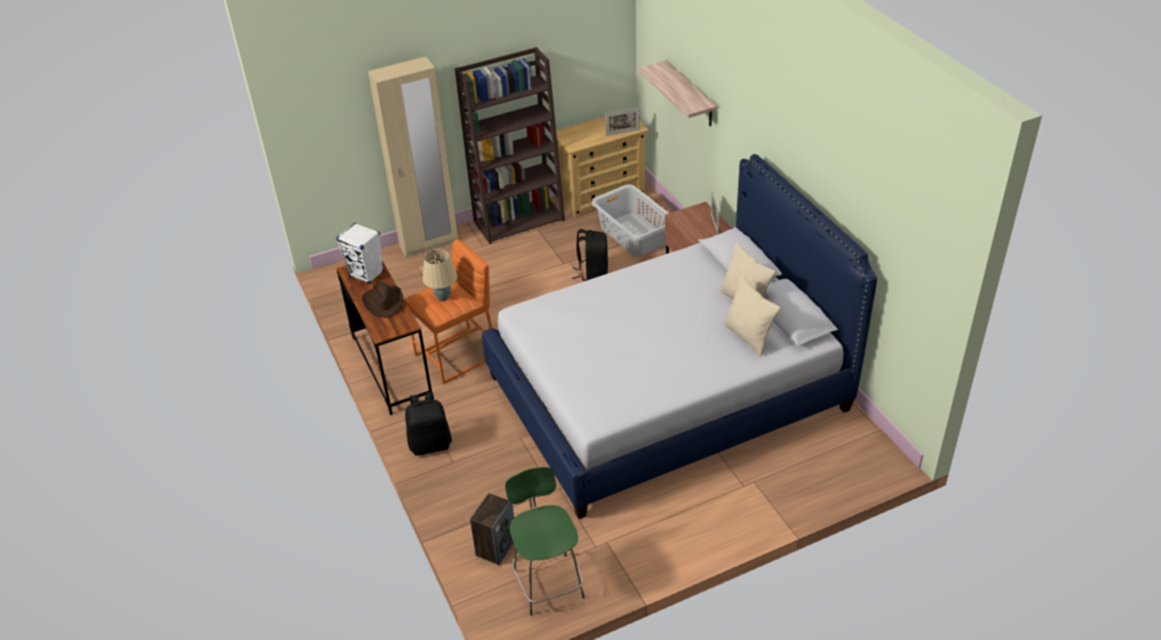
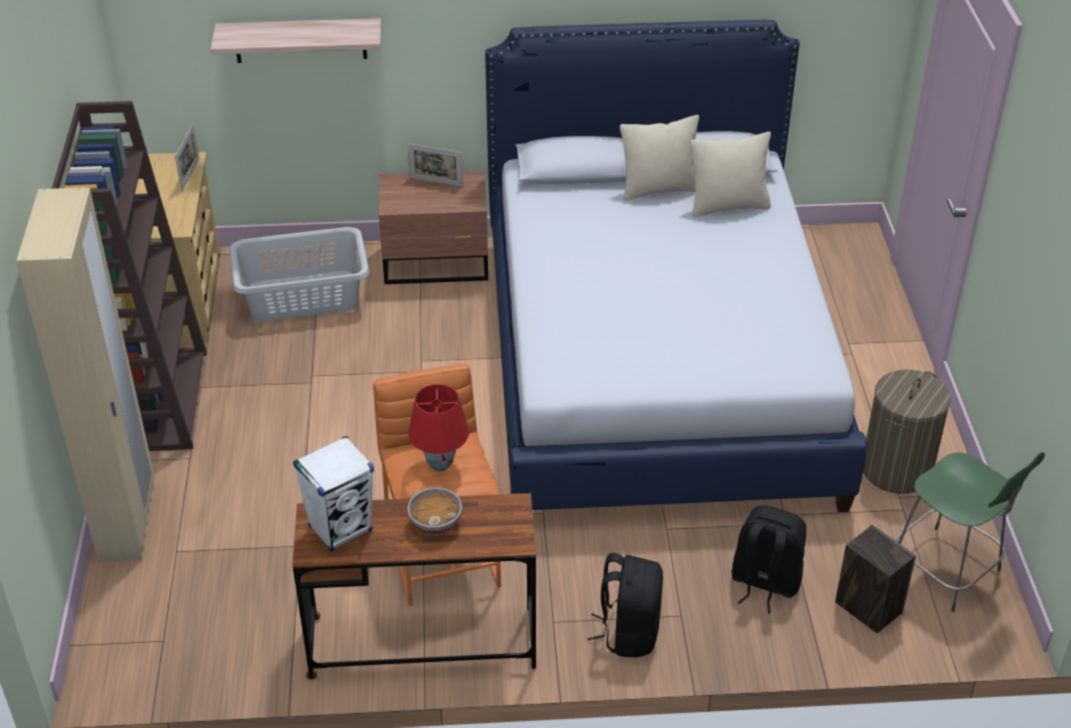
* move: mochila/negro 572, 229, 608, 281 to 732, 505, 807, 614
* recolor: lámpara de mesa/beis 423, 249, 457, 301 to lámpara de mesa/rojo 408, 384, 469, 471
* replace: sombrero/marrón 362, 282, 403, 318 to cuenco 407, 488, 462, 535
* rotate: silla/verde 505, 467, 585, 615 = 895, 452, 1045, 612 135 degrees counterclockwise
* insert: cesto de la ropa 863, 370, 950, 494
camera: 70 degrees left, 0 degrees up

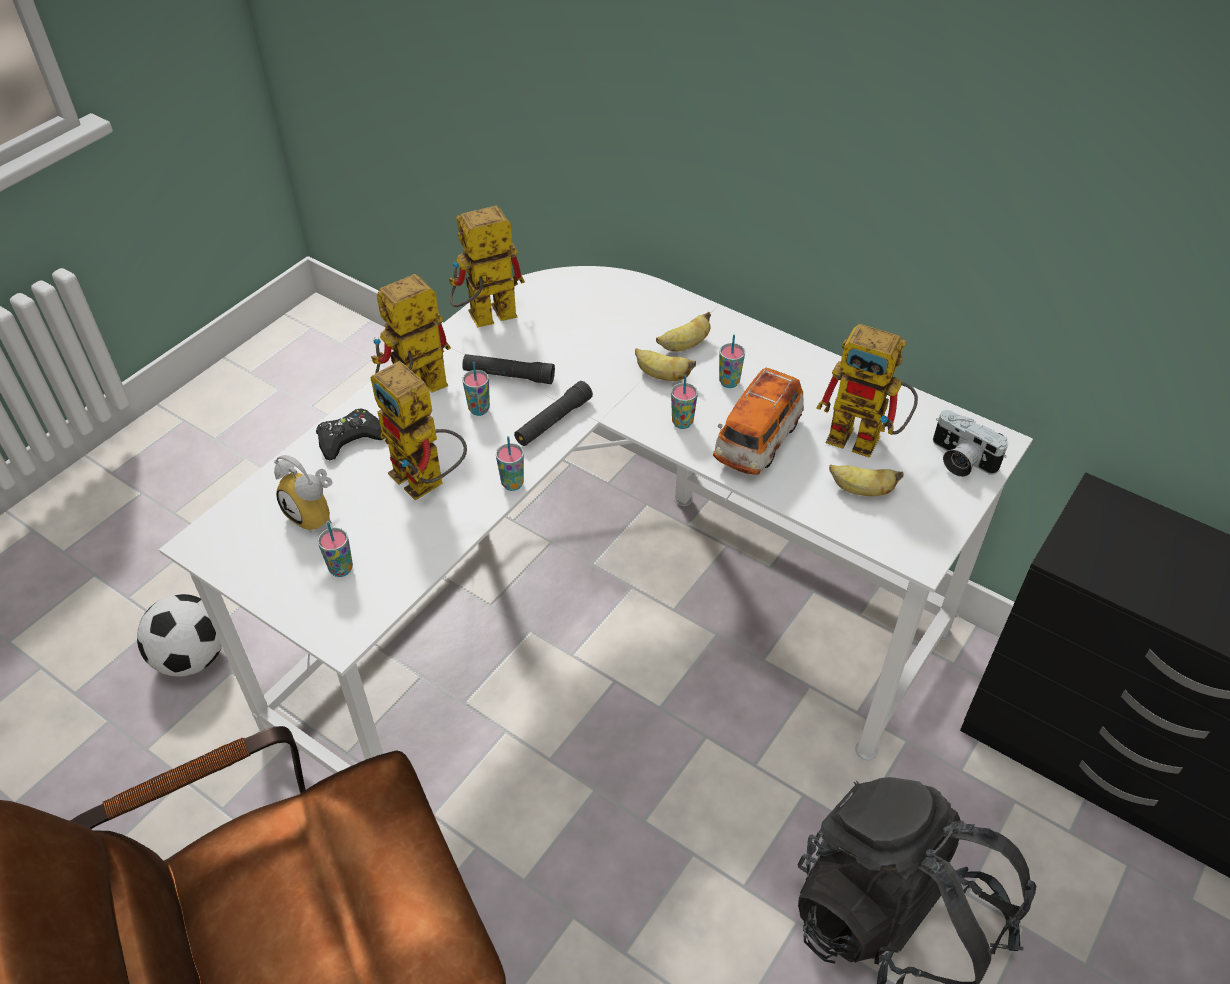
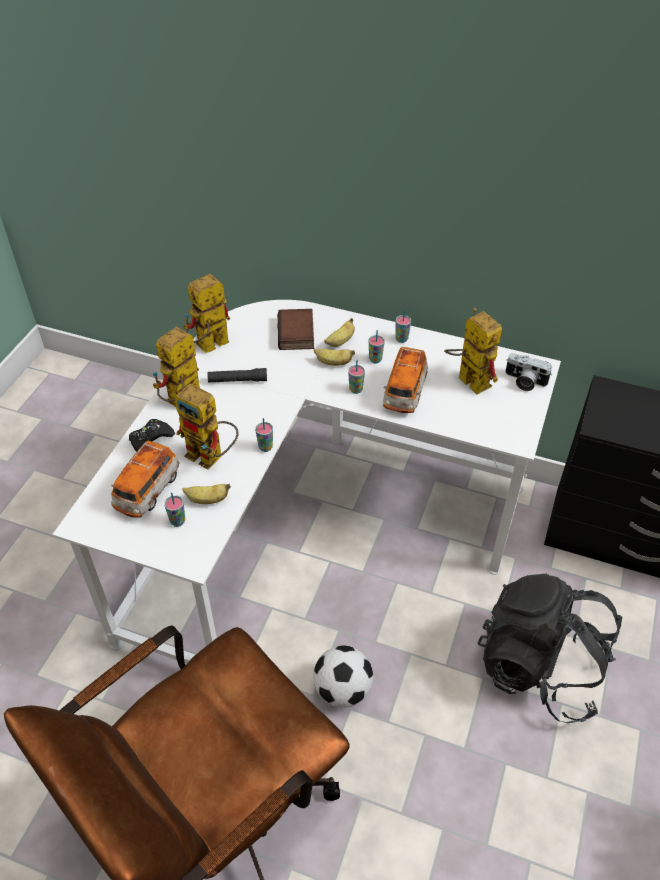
* rotate: robot de juguete 816, 324, 918, 458 = 444, 308, 502, 395 135 degrees counterclockwise
* move: taza 462, 362, 490, 416 to 396, 310, 411, 343
* delete: linterna/negro 514, 381, 593, 446
* replace: despertador 274, 455, 333, 532 to coche de juguete 111, 441, 180, 518
* move: plátano 829, 464, 903, 496 to 182, 484, 231, 504
* move: balón de fútbol 137, 594, 222, 677 to 313, 645, 373, 708
* insert: libro 277, 309, 314, 350
camera: 15 degrees left, 0 degrees up

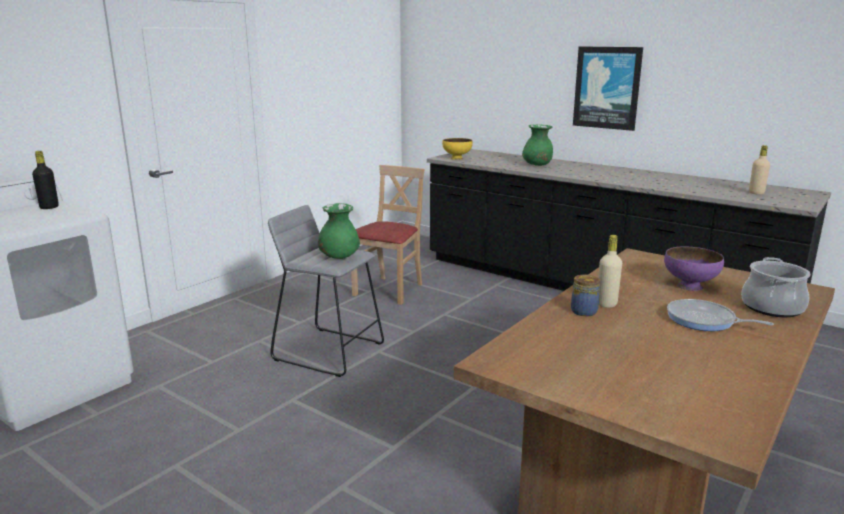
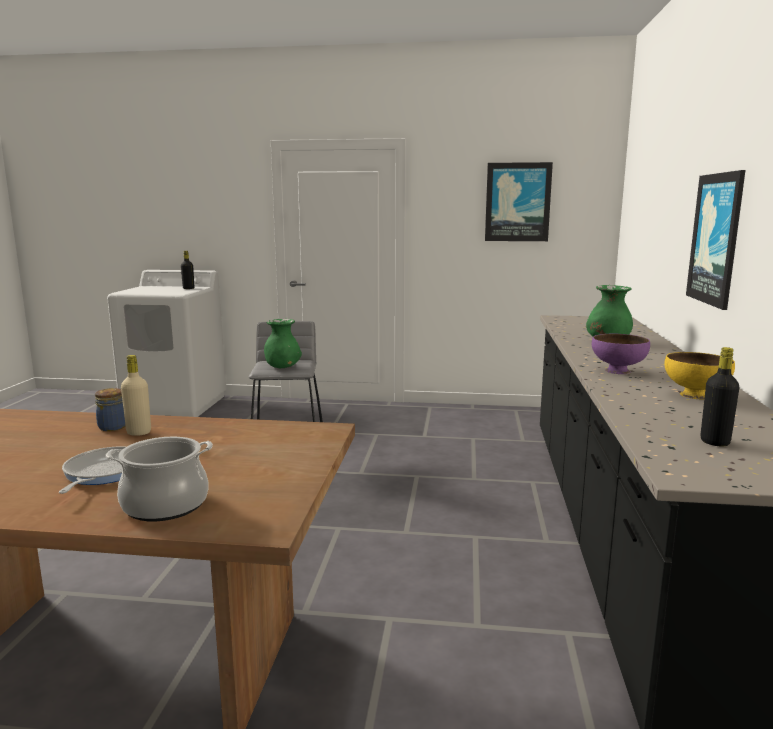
* move: cuenco/amarillo 442, 138, 473, 160 to 664, 352, 735, 399
* recolor: botella/beis 749, 145, 770, 194 to botella/negro 700, 347, 740, 446
* delete: silla/beis 351, 165, 425, 305
* move: cuenco/morado 664, 246, 724, 291 to 592, 334, 650, 374
* insert: cuadro 485, 162, 553, 241
camera: 60 degrees right, 5 degrees down

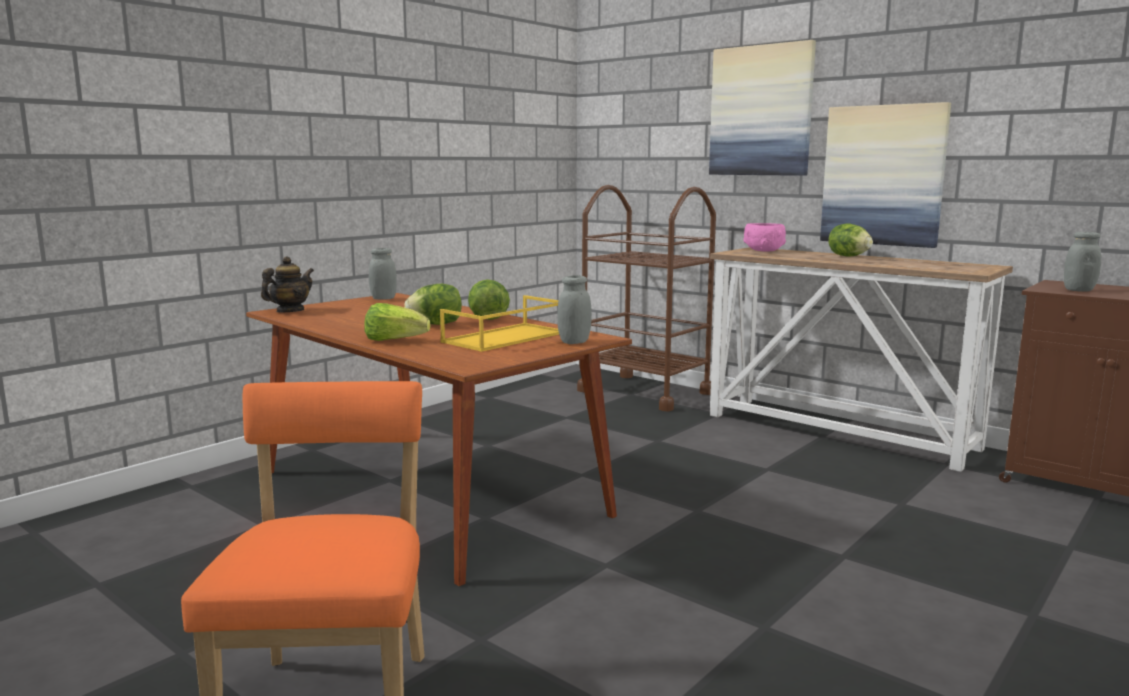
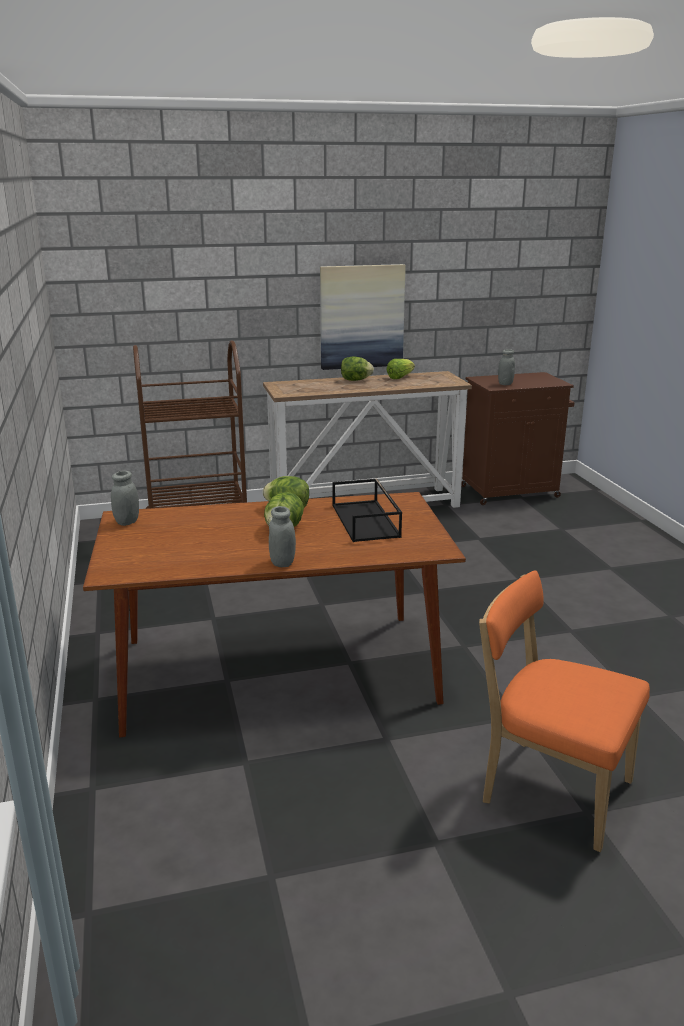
* delete: cuadro 709, 40, 816, 176
* delete: cuenco/rosa 743, 223, 786, 251
* delete: tetera 261, 256, 314, 312
* move: tarro/gris 557, 275, 592, 344 to 269, 506, 296, 567
* recolor: bandeja/amarillo 440, 295, 559, 352 to bandeja/negro 332, 479, 402, 542
* move: lechuga 364, 303, 430, 341 to 386, 359, 415, 379
camera: 55 degrees left, 10 degrees up

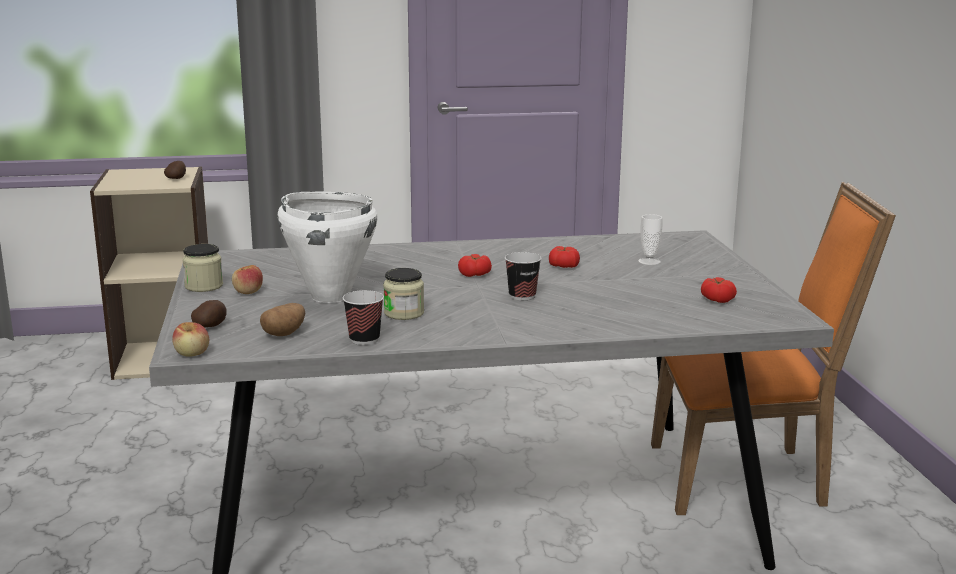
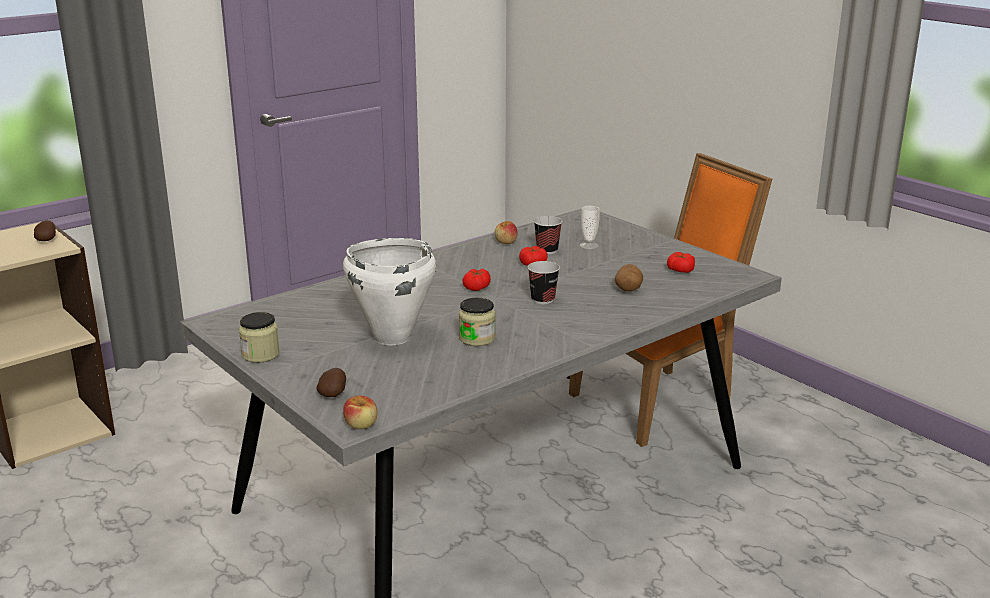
* move: manzana 232, 265, 263, 294 to 495, 221, 518, 244
* move: taza 343, 290, 384, 345 to 534, 216, 562, 254
* move: patata 260, 303, 305, 336 to 615, 264, 643, 292
camera: 30 degrees left, 5 degrees up

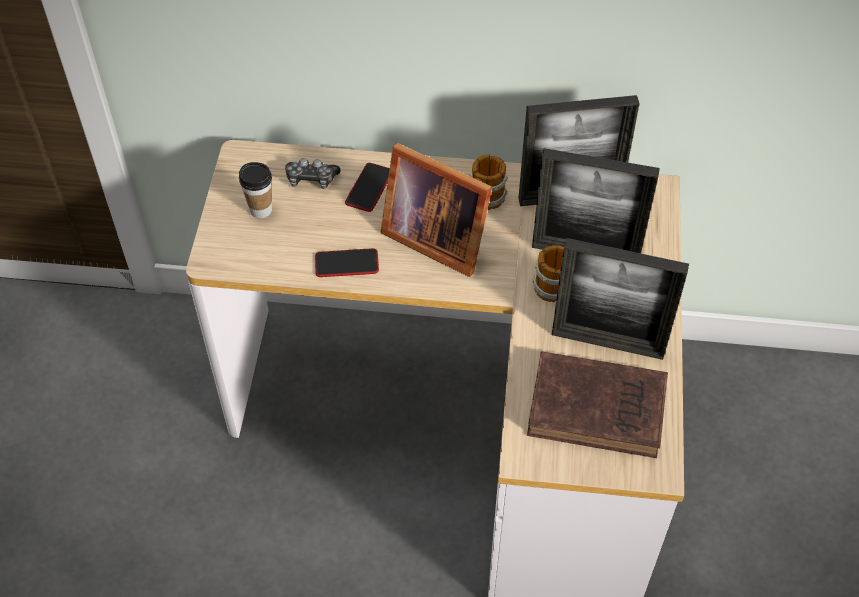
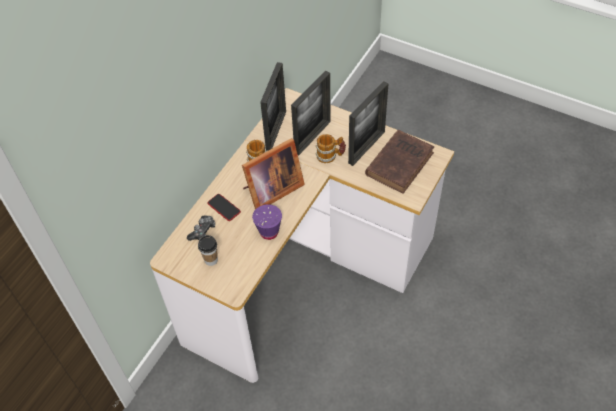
* replace: móvil 315, 248, 379, 277 to taza/morado 252, 204, 282, 240
camera: 65 degrees left, 0 degrees up

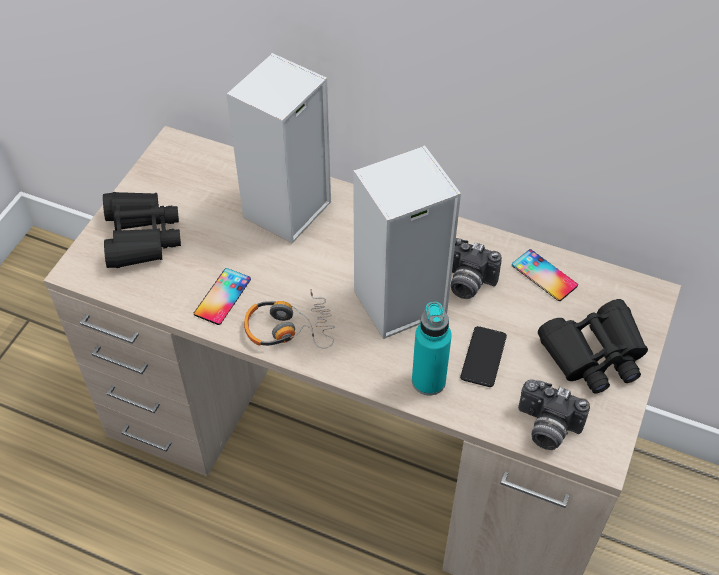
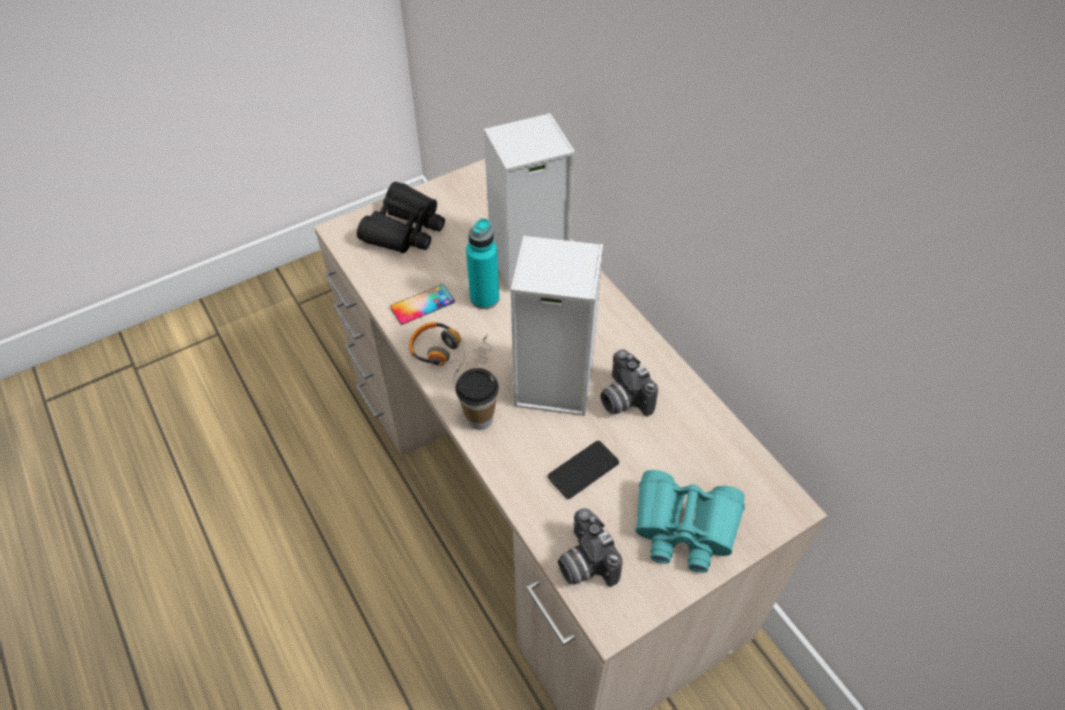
* delete: móvil 512, 249, 578, 301
* recolor: prismáticos/negro 538, 299, 648, 394 to prismáticos/turquesa 635, 470, 745, 573
* move: botella/turquesa 412, 302, 452, 396 to 466, 218, 499, 309
* insert: taza 455, 368, 499, 430
camera: 35 degrees right, 0 degrees up

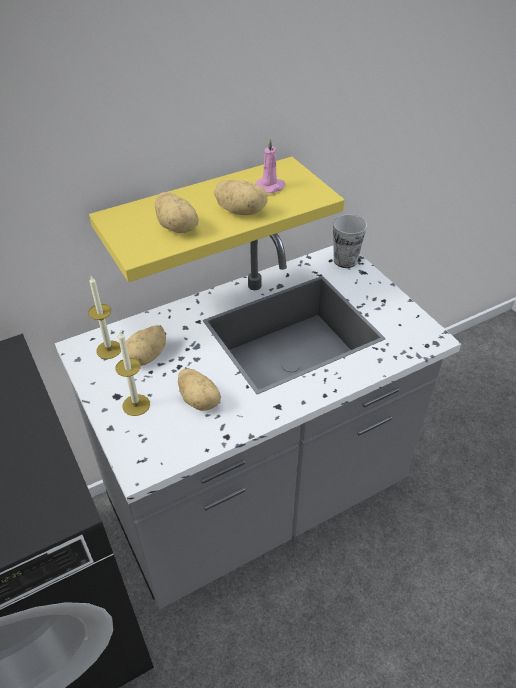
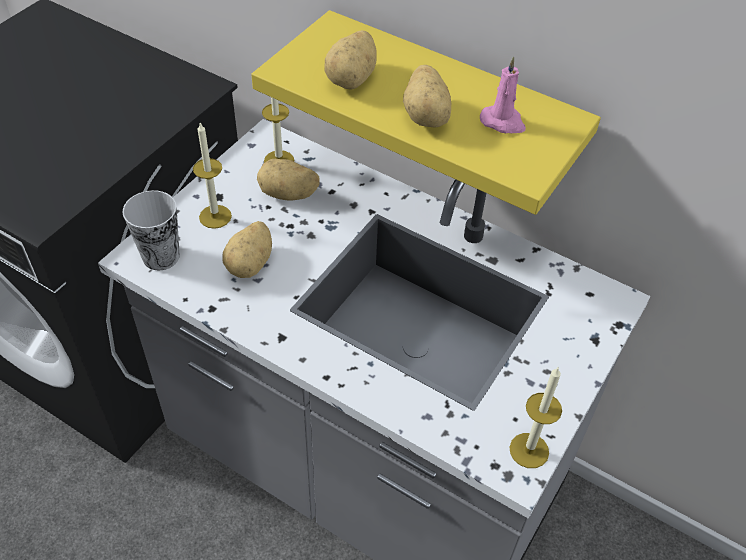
* move: taza 333, 215, 367, 268 to 123, 190, 180, 270
* insert: vela 510, 368, 562, 468
camera: 60 degrees right, 5 degrees up

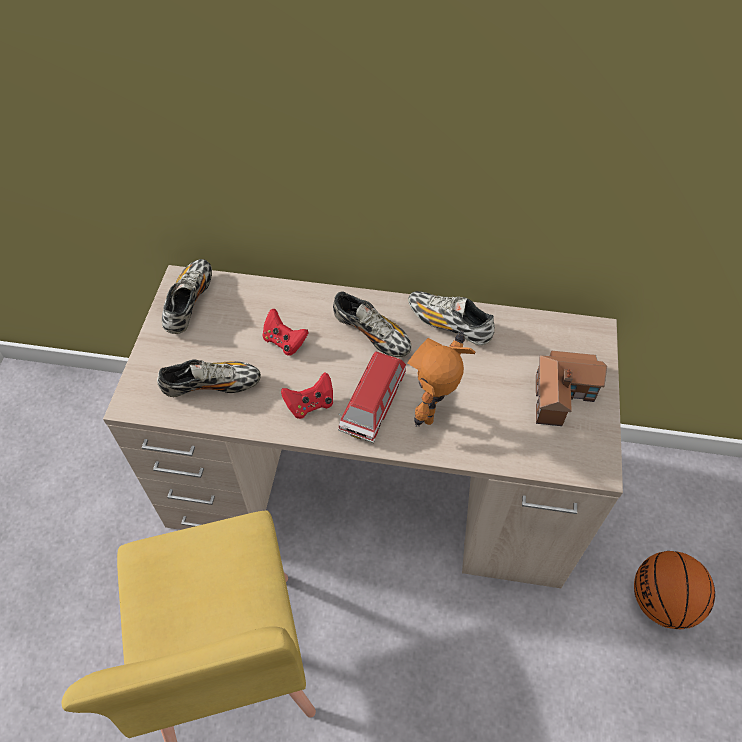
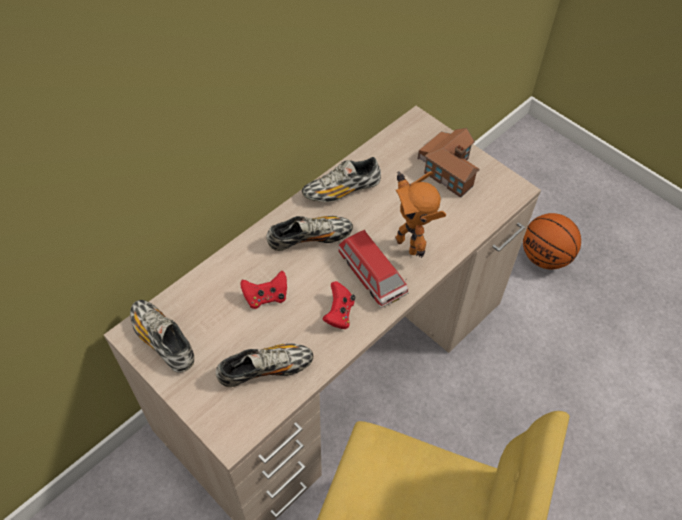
* rotate: zapato 157, 359, 261, 397 = 216, 343, 313, 387 45 degrees clockwise
camera: 55 degrees left, 0 degrees up

